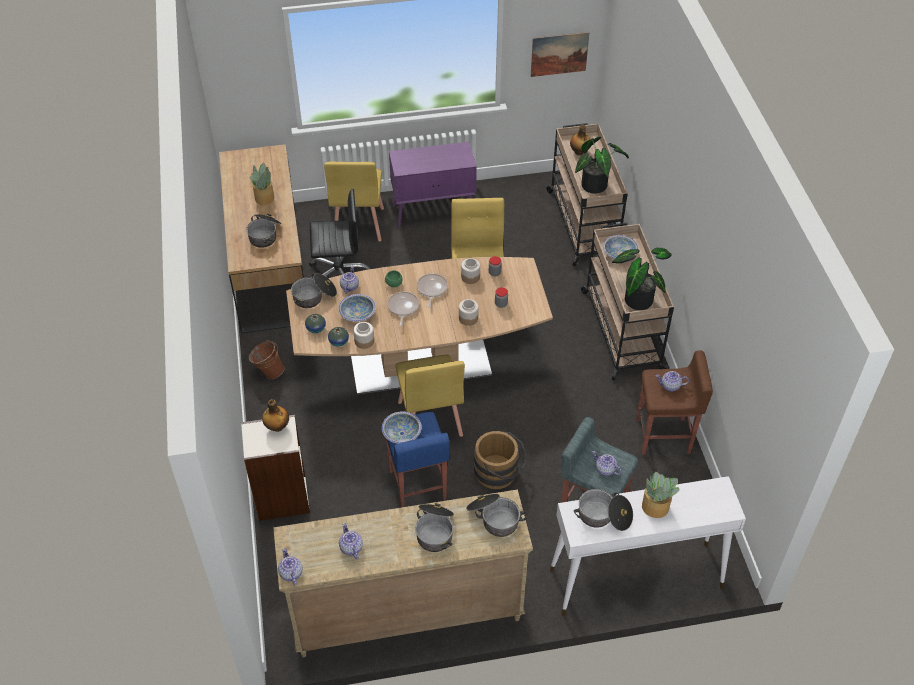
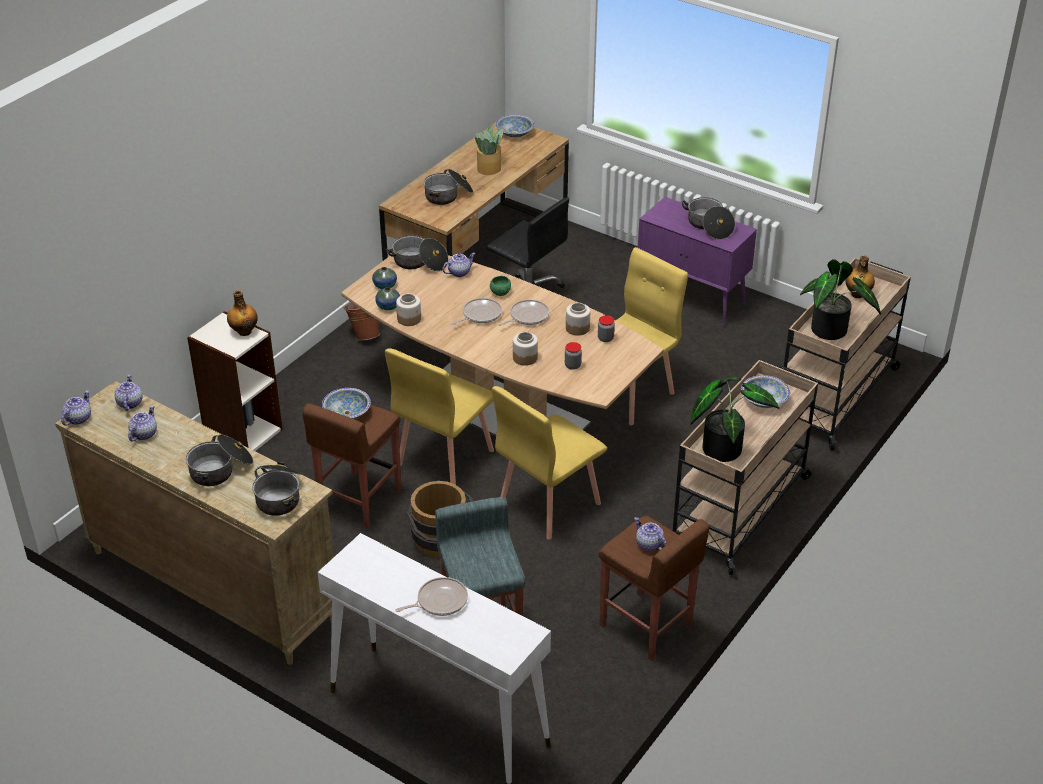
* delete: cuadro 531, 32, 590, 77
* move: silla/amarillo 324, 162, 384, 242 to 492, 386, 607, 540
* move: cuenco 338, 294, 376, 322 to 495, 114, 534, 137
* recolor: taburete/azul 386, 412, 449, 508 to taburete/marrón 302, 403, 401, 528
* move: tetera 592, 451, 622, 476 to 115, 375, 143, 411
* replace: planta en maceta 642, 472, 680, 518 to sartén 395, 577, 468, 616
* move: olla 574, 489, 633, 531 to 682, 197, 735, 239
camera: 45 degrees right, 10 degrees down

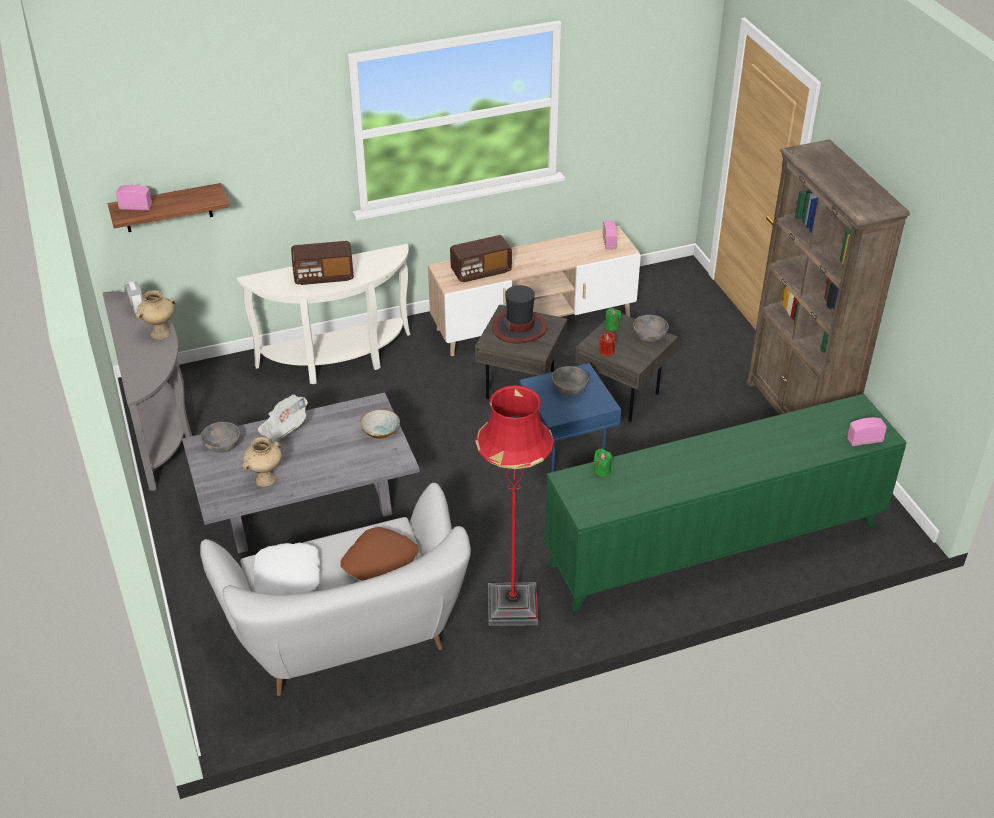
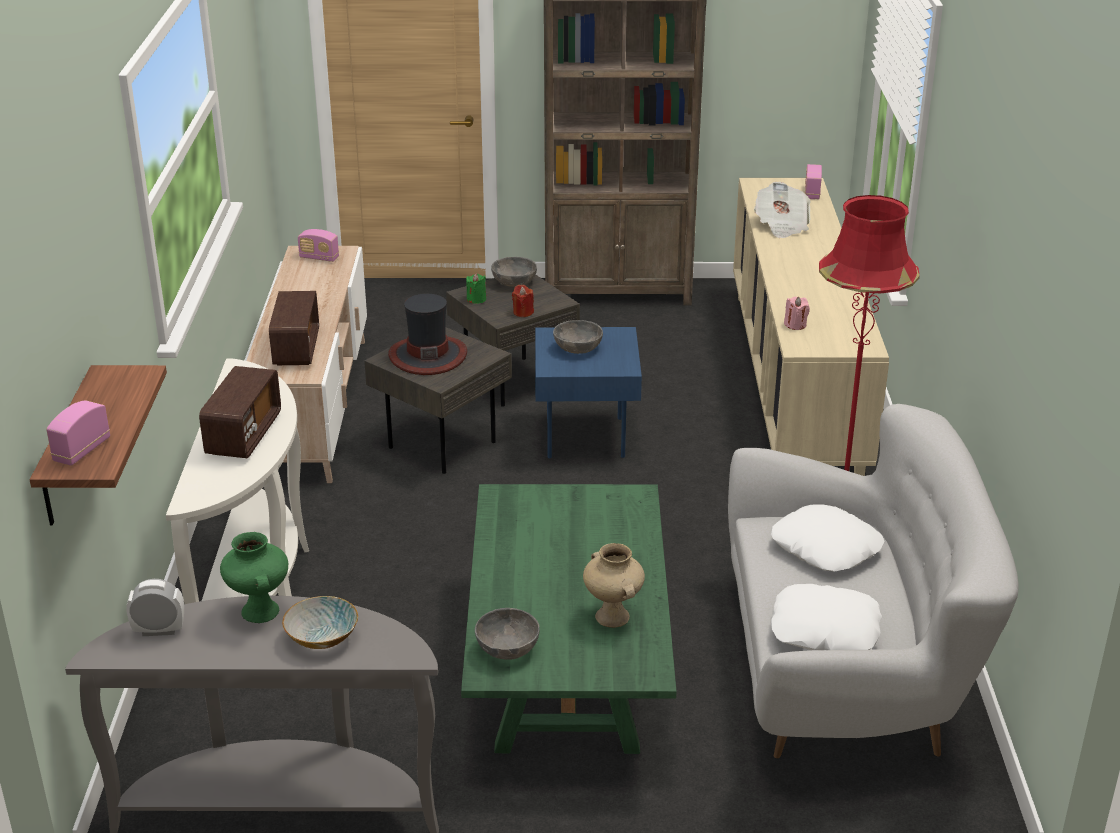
* recolor: florero/beis 136, 290, 175, 339 to florero/verde 220, 532, 288, 623
* recolor: mesa de centro/gris 182, 392, 420, 553 to mesa de centro/verde 461, 484, 677, 754
* recolor: armario/verde 544, 394, 907, 611 to armario/beis 733, 178, 889, 476
* move: periódico 258, 395, 308, 442 to 754, 182, 810, 238
* move: cuenco 360, 409, 400, 439 to 282, 596, 358, 649
* recolor: vela/verde 593, 448, 612, 477 to vela/rosa 784, 297, 810, 330
* recolor: cojín/marrón 340, 527, 419, 581 to cojín/blanco 771, 504, 885, 572
camera: 70 degrees left, 10 degrees down

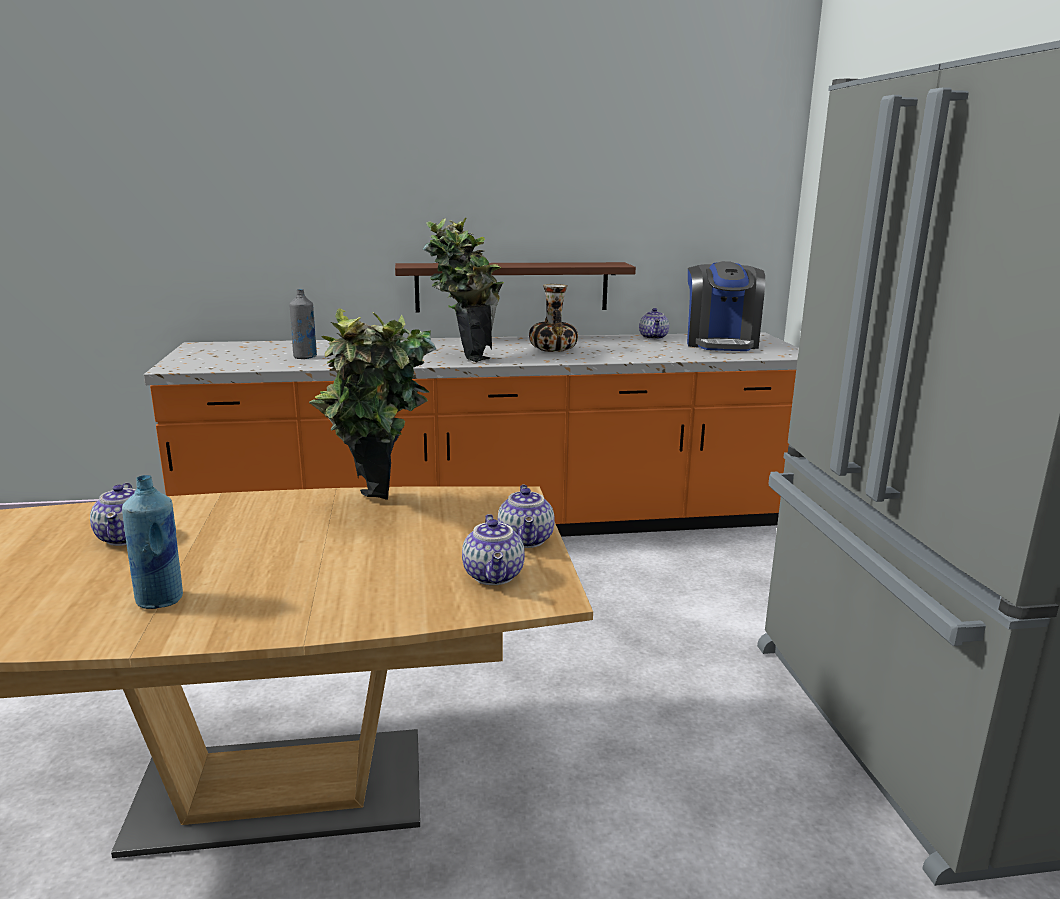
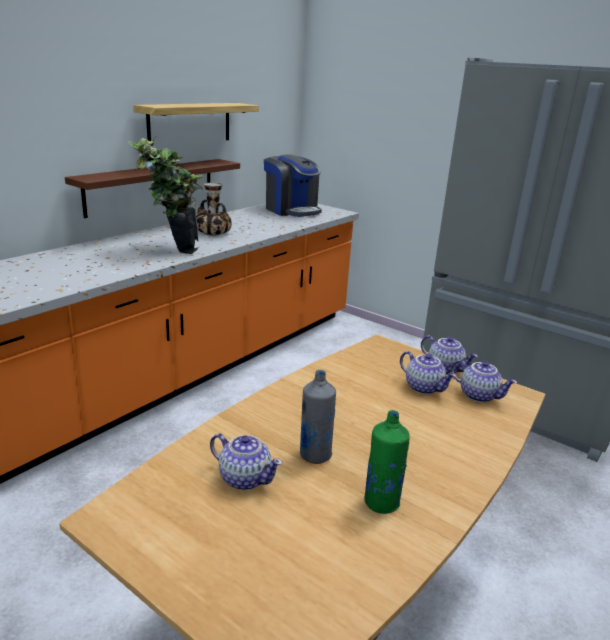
* move: botella/gris 289, 289, 317, 359 to 300, 370, 336, 464
* move: tetera 639, 308, 669, 340 to 400, 351, 456, 395
* delete: planta en maceta 309, 309, 436, 500
* recolor: botella/azul 122, 475, 183, 609 to botella/verde 364, 410, 410, 514
* insert: estante 133, 103, 259, 141
camera: 45 degrees left, 5 degrees up

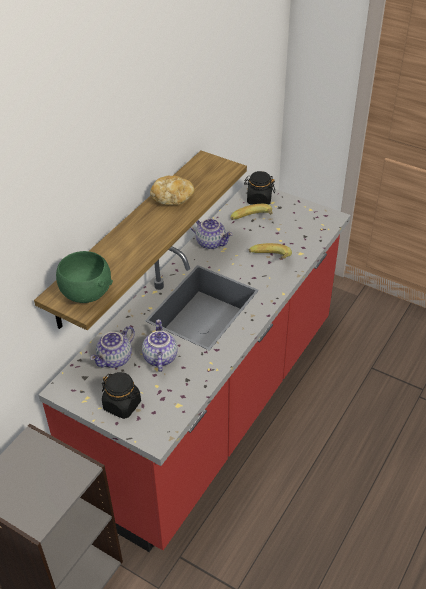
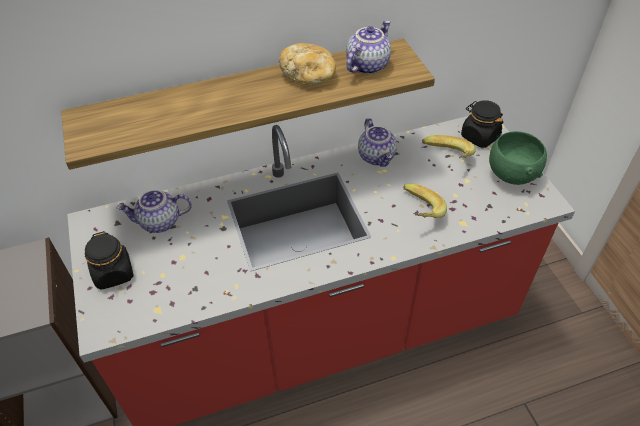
* move: cuenco/verde 56, 251, 113, 303 to 489, 131, 547, 185
* move: tetera 142, 319, 178, 372 to 346, 20, 391, 74
camera: 40 degrees right, 5 degrees up

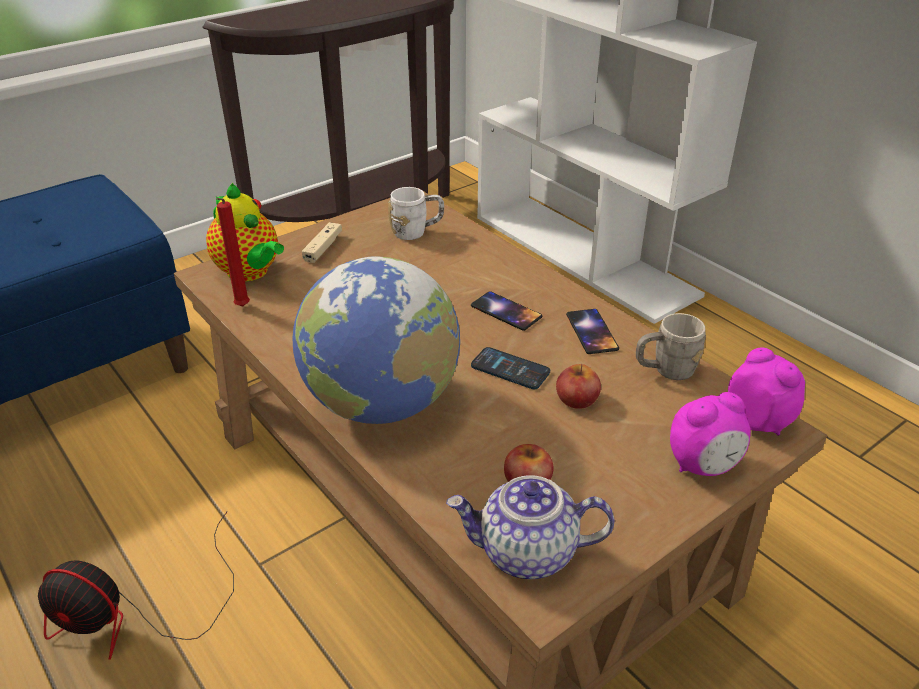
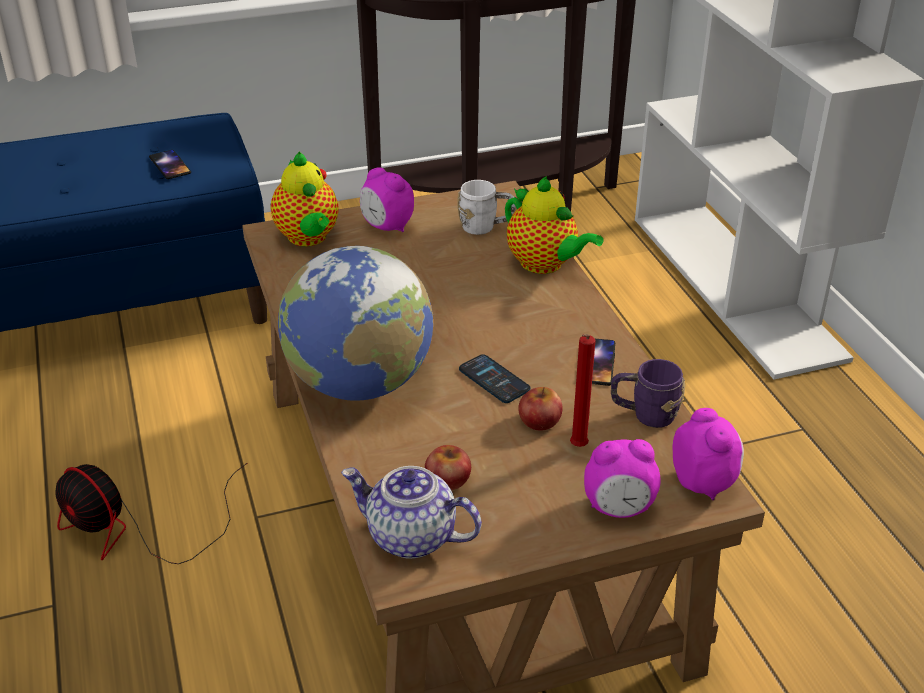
* move: vela/rojo 216, 198, 250, 307 to 570, 334, 596, 447
* replace: mando de consola/beis 302, 222, 342, 263 to despertador 360, 167, 414, 232
* move: móvil 471, 291, 542, 331 to 149, 150, 191, 179
* recolor: taza grande/gris 636, 313, 706, 380 to taza grande/morado 611, 359, 685, 428
* insert: tetera 505, 176, 604, 274
camera: 20 degrees right, 0 degrees up

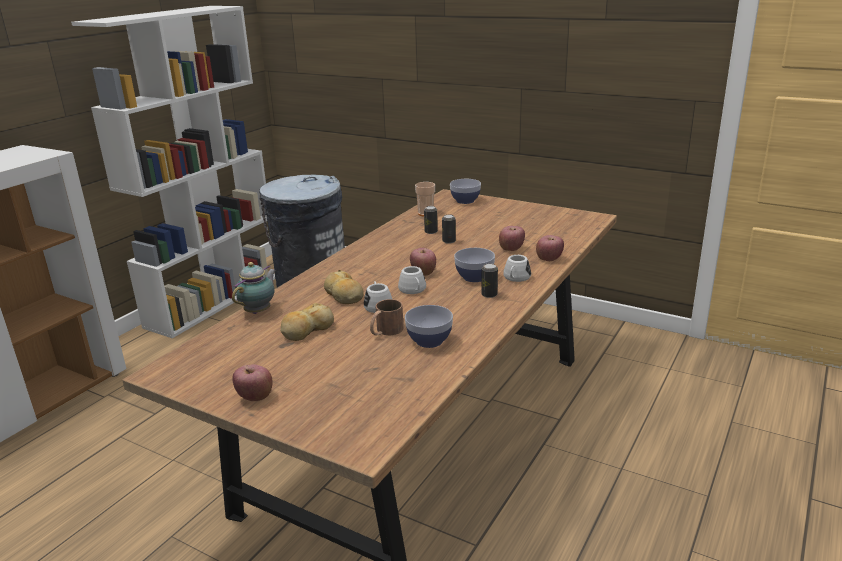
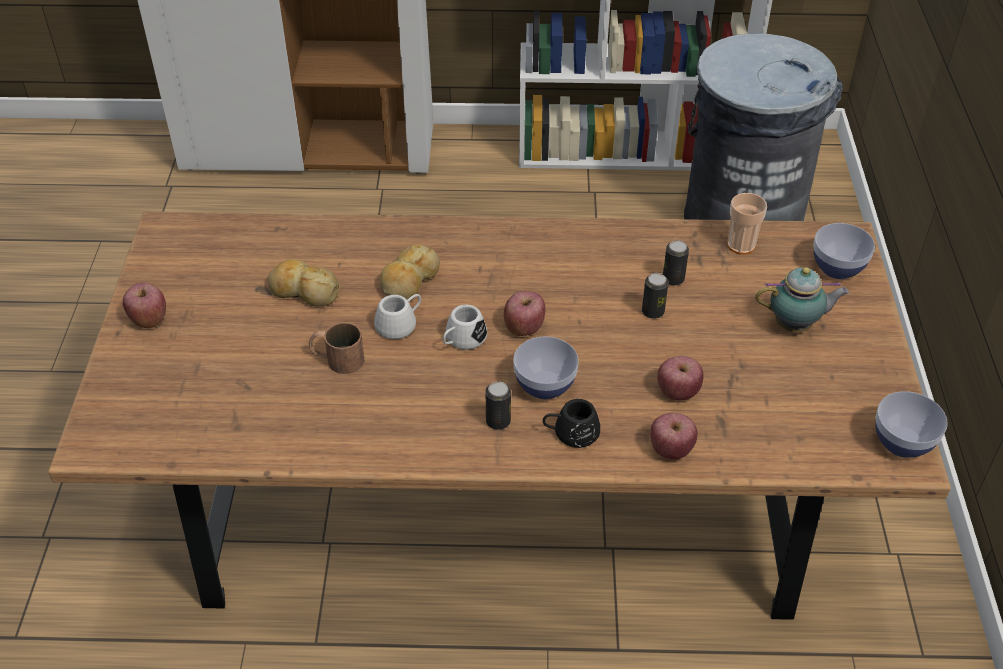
* recolor: taza grande/blanco 503, 255, 531, 282 to taza grande/negro 543, 399, 600, 448
* move: tetera 232, 262, 276, 314 to 755, 267, 849, 332
* move: cuenco 405, 305, 453, 348 to 875, 391, 948, 458
camera: 60 degrees right, 20 degrees up

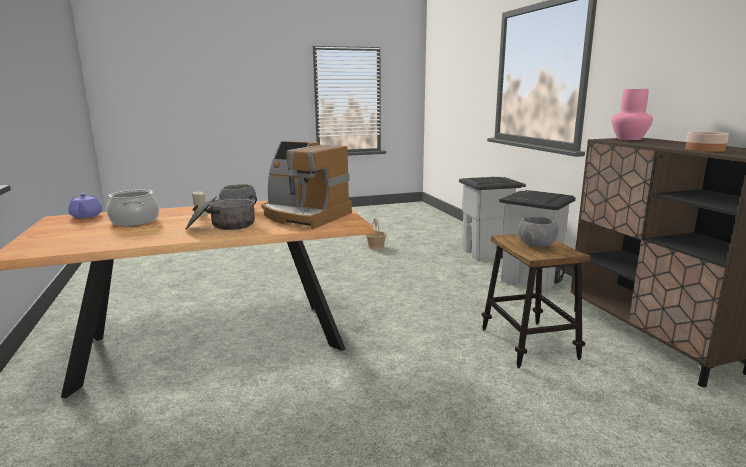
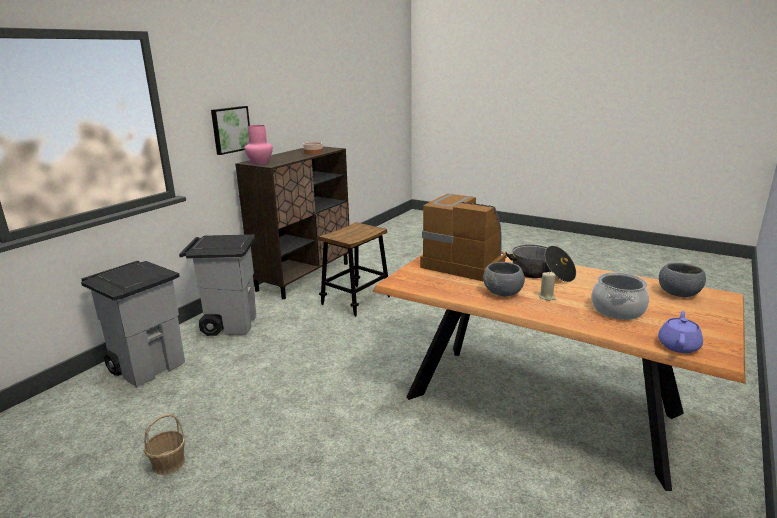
* rotate: cafetera 261, 141, 352, 229 = 420, 194, 506, 282 45 degrees counterclockwise
* move: cuenco/gris 518, 216, 559, 247 to 659, 262, 706, 297
* insert: cuadro 211, 106, 250, 155
camera: 130 degrees left, 5 degrees up

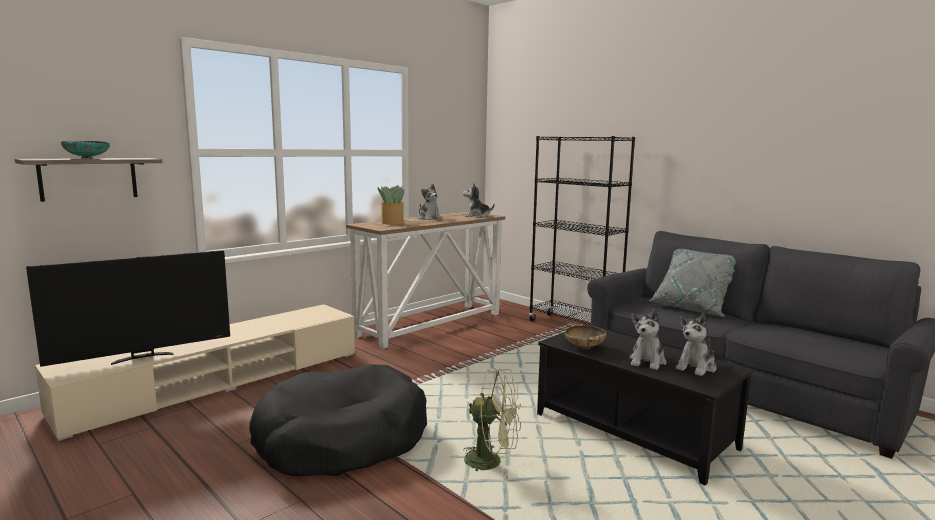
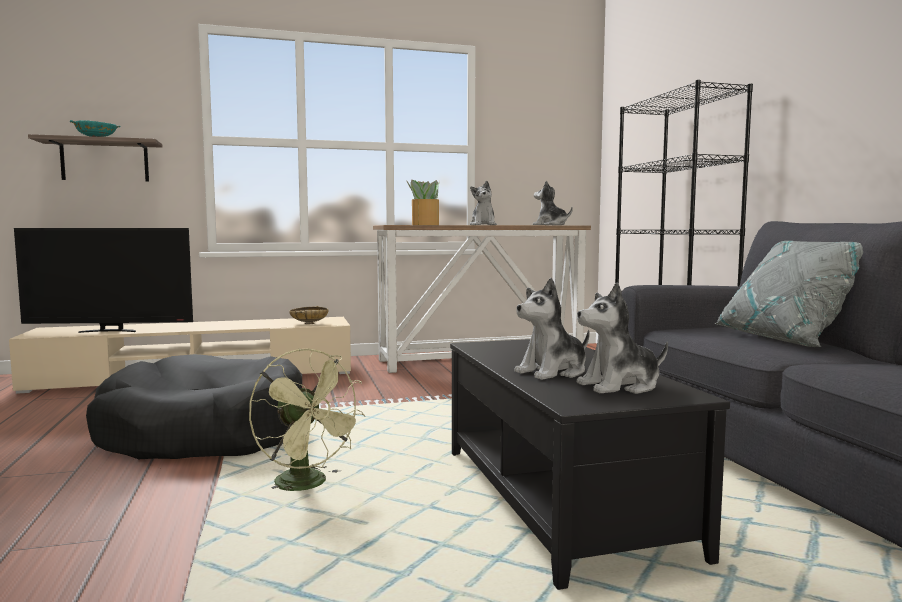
* move: cuenco/beis 565, 324, 606, 349 to 289, 306, 329, 324
camera: 30 degrees right, 5 degrees down

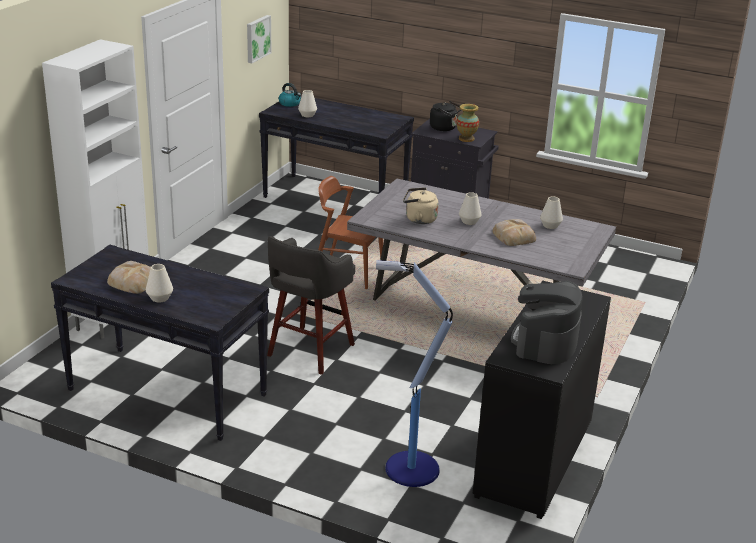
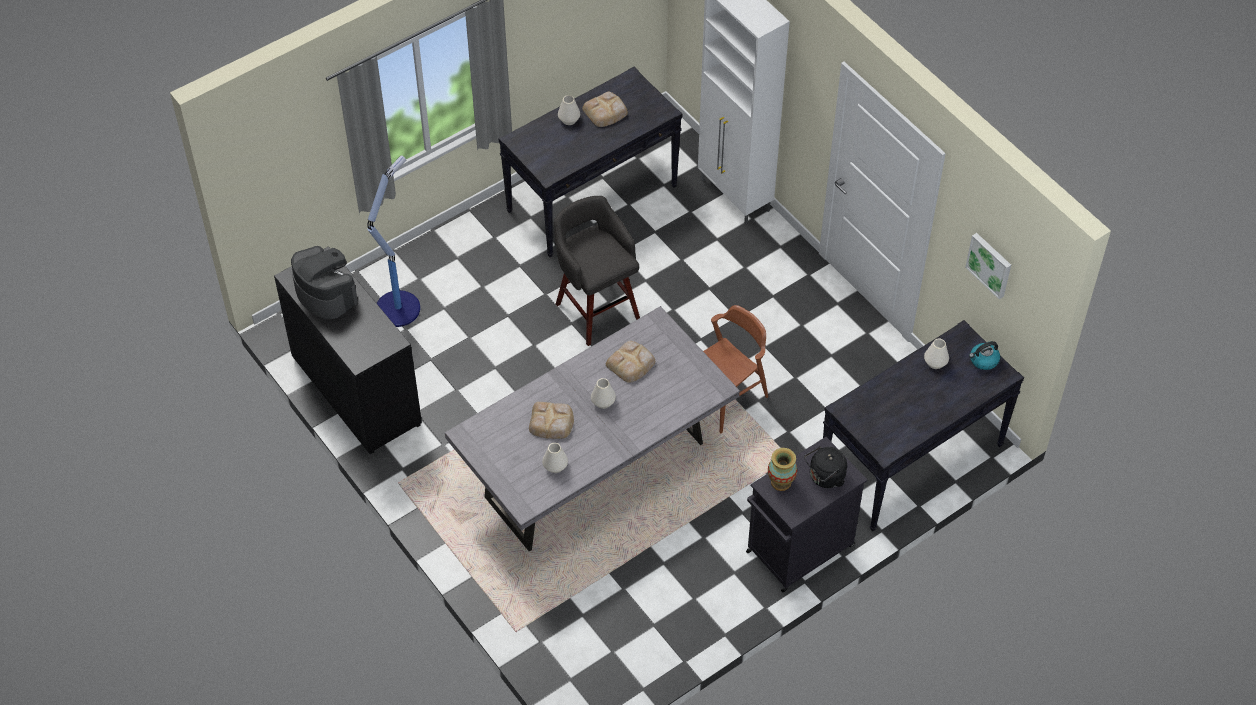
* replace: hervidor/beis 403, 187, 439, 224 to pan 606, 341, 655, 383
camera: 120 degrees right, 25 degrees up

